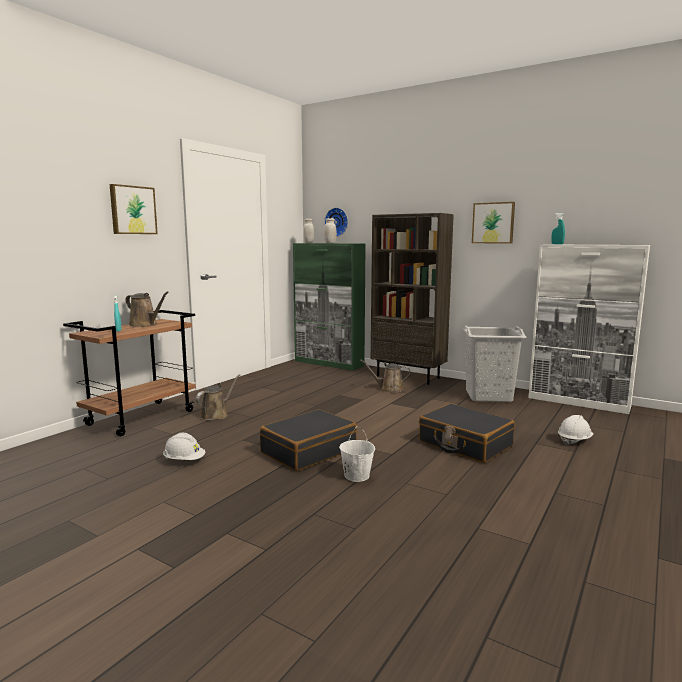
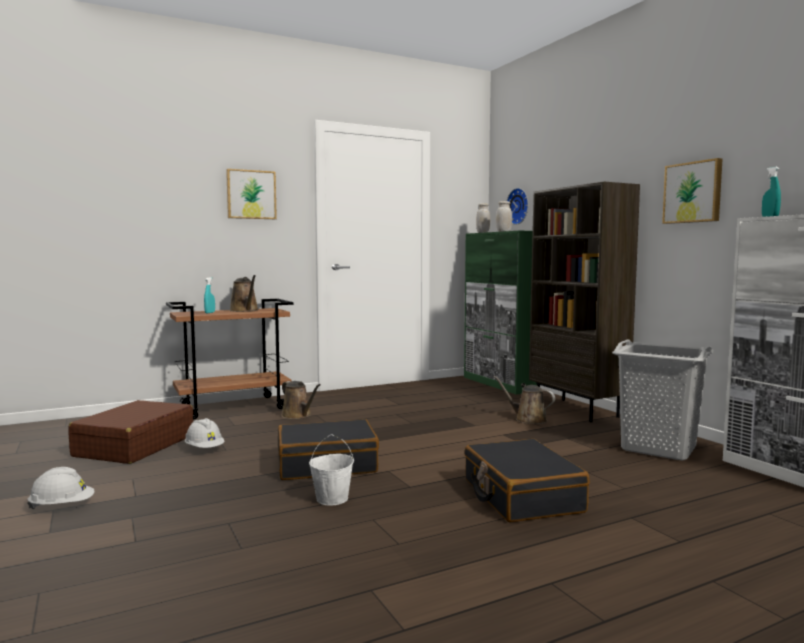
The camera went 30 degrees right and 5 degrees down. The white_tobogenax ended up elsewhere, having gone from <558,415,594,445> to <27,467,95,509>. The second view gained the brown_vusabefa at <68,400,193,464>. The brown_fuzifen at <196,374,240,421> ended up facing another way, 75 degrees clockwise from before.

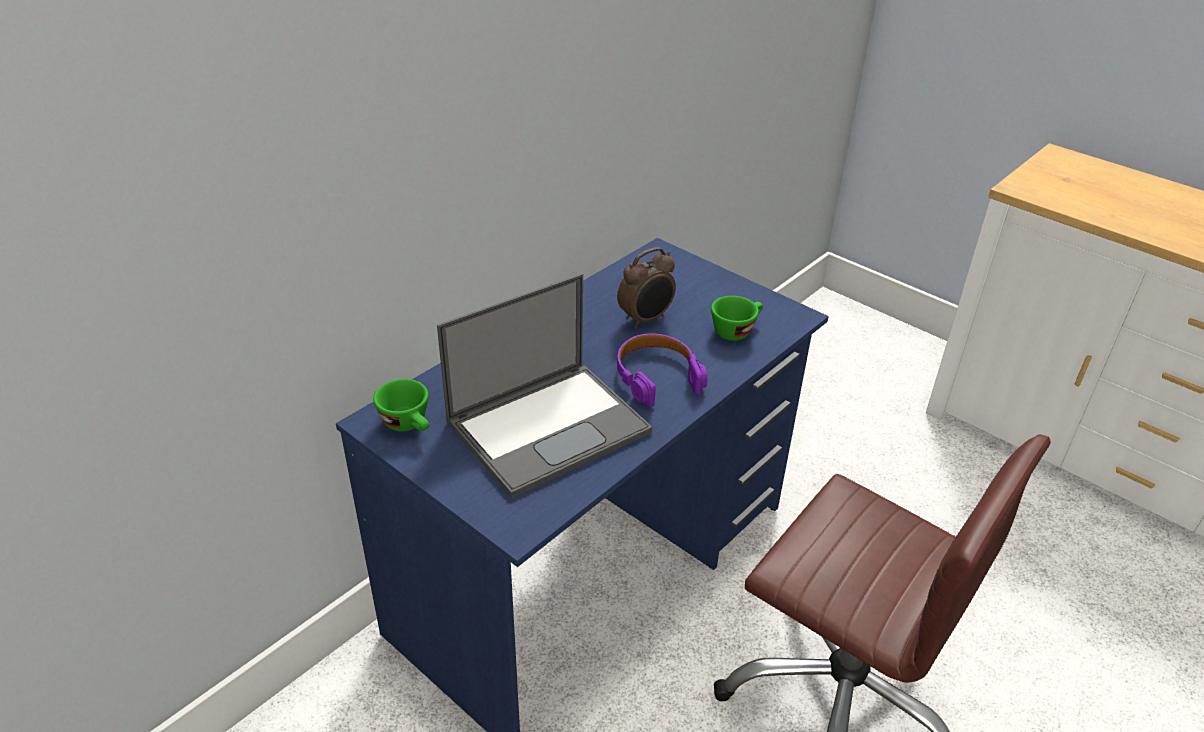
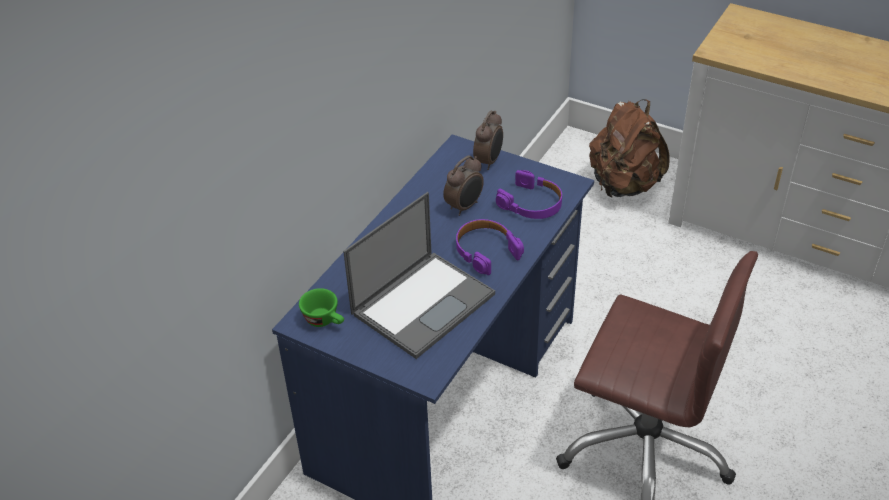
The camera went 10 degrees left and 5 degrees up. The second view gained the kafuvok at <473,111,503,170>. Where the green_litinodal stood at <711,296,763,341>, the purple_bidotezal came to stand at <496,170,562,219>. The second view gained the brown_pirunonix at <589,99,669,197>.

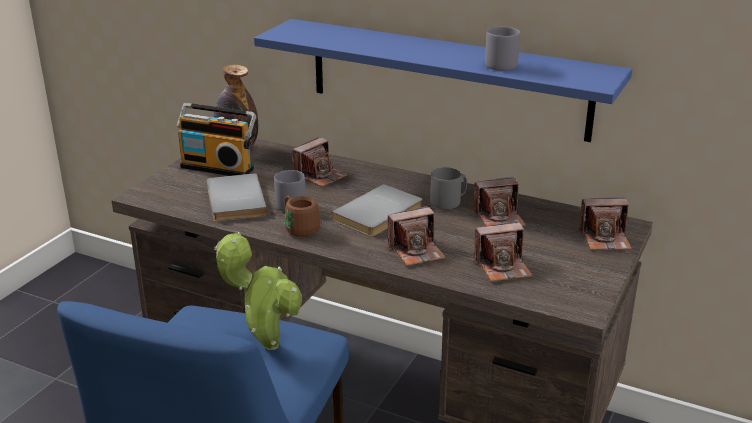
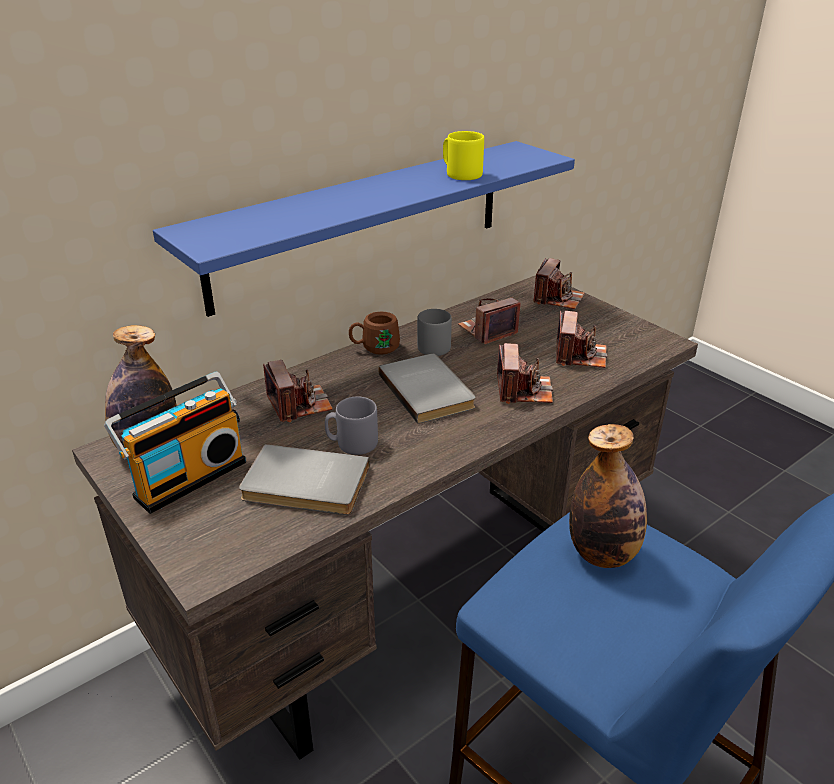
The camera went 65 degrees left and 5 degrees up. The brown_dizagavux ended up elsewhere, having gone from <285,195,320,237> to <349,312,400,355>. What was the grey_dizagavux at <485,27,520,71> turned into the yellow_dizagavux at <443,131,484,180>. The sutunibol at <473,177,526,226> ended up facing another way, 135 degrees counterclockwise from before. Where the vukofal stood at <214,232,302,350>, the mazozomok came to stand at <569,424,647,568>.

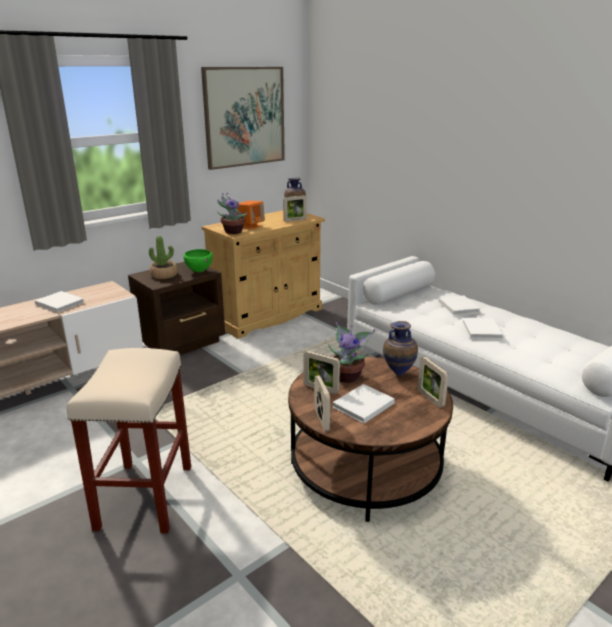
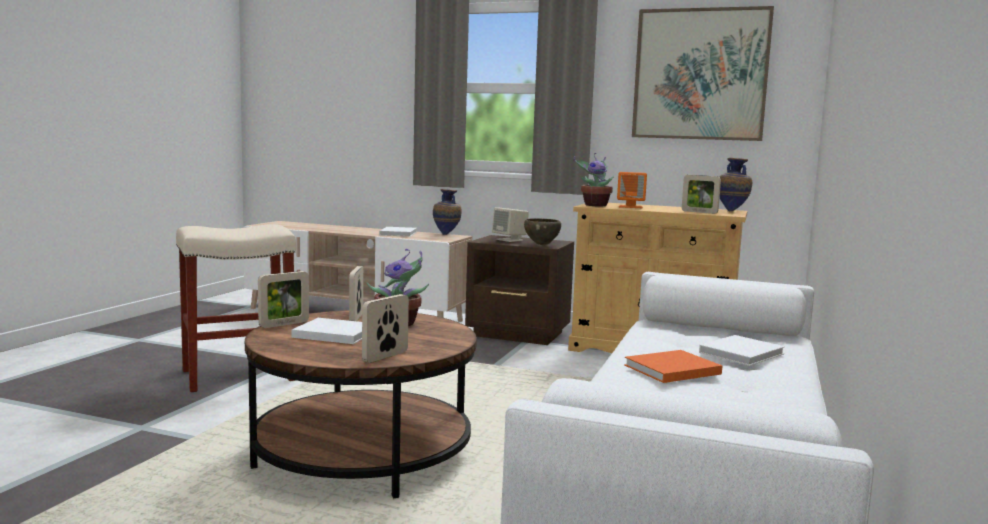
The camera went 60 degrees right and 15 degrees down. The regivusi ended up elsewhere, having gone from <383,321,418,376> to <433,189,462,235>. Where the vukofal stood at <149,236,178,279>, the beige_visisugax came to stand at <492,207,529,242>. What was the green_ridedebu at <183,249,213,272> turned into the brown_ridedebu at <524,218,561,245>. What was the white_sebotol at <462,318,503,339> turned into the orange_sebotol at <624,350,722,383>.

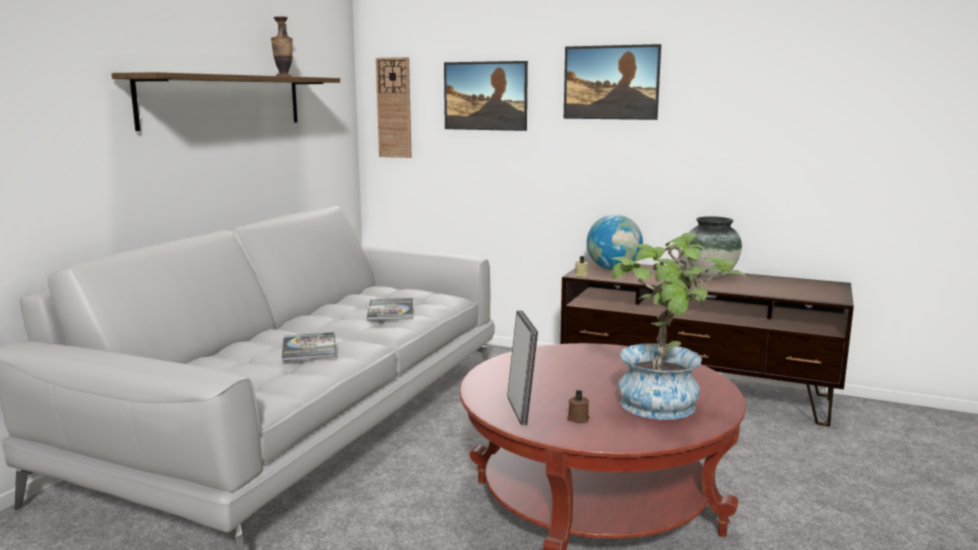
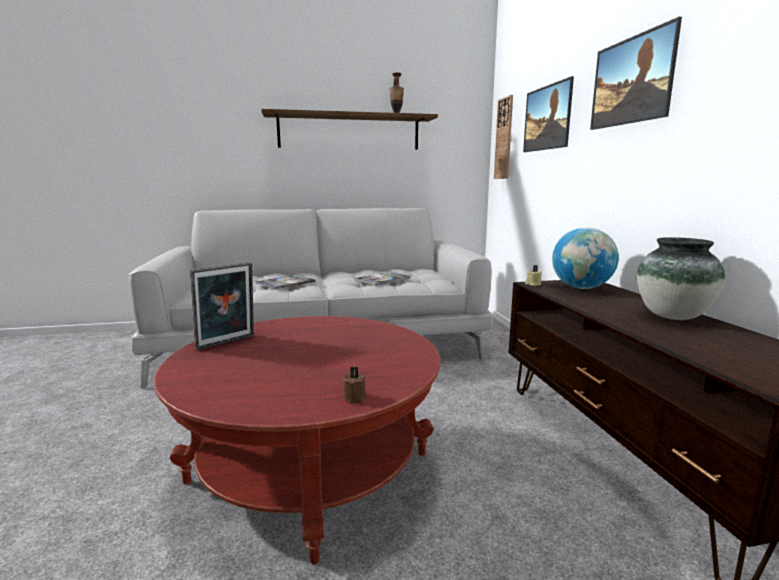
The camera went 55 degrees right and 0 degrees up. The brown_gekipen ended up elsewhere, having gone from <567,390,590,423> to <342,366,366,404>. The second view lost the vukofal at <610,233,748,420>.

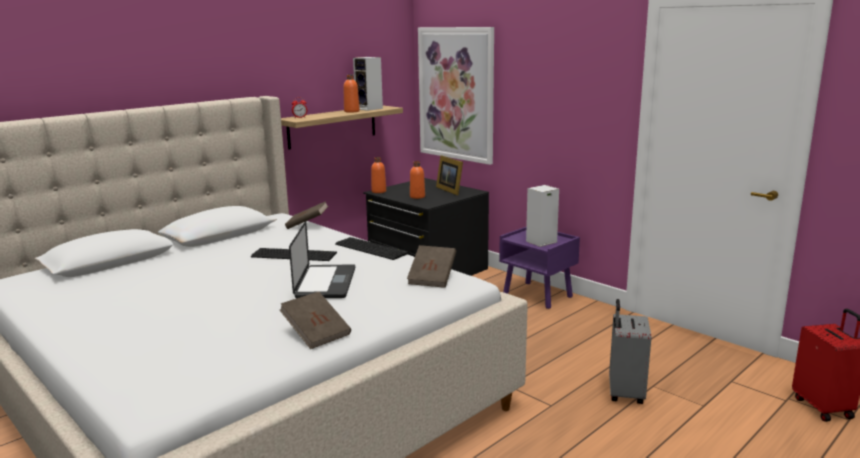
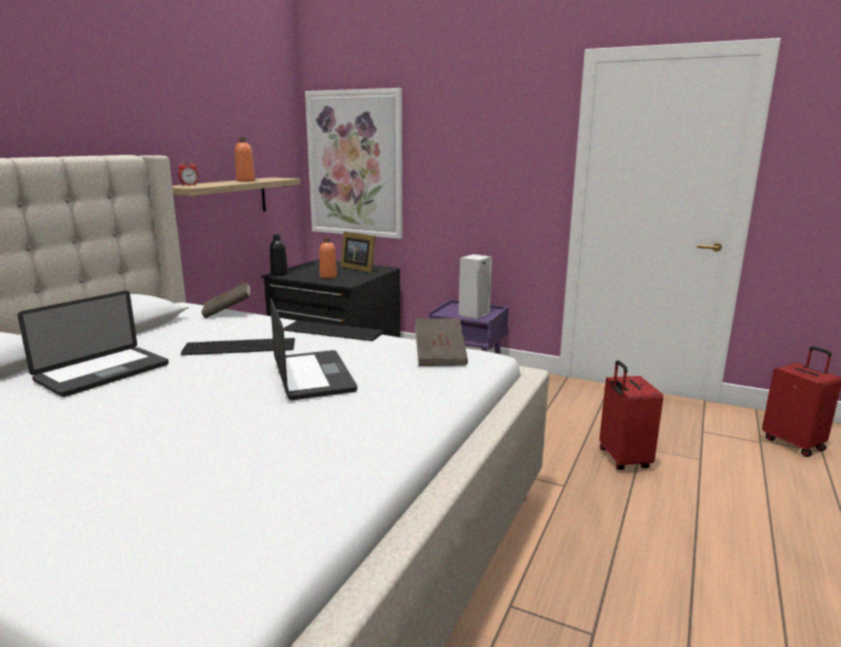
The camera went 20 degrees left and 0 degrees up. The second view gained the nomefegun at <18,291,169,397>. What was the orange_mazozomok at <371,157,386,193> turned into the black_mazozomok at <270,235,288,276>. What was the grey_vusabefa at <609,299,651,404> turned into the red_vusabefa at <599,360,663,470>. The second view lost the brown_sebotol at <280,292,351,349>. The second view lost the visisugax at <353,57,383,111>.

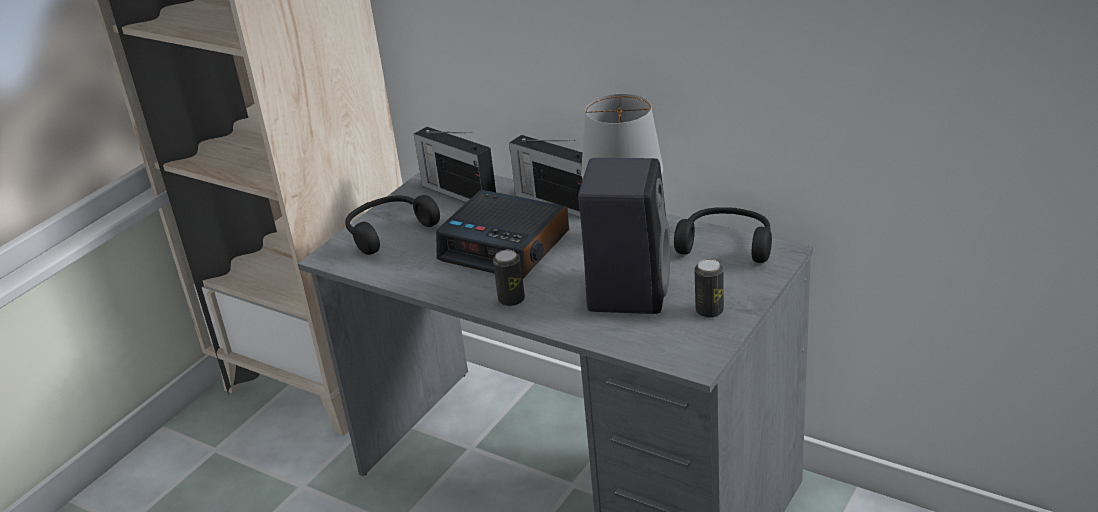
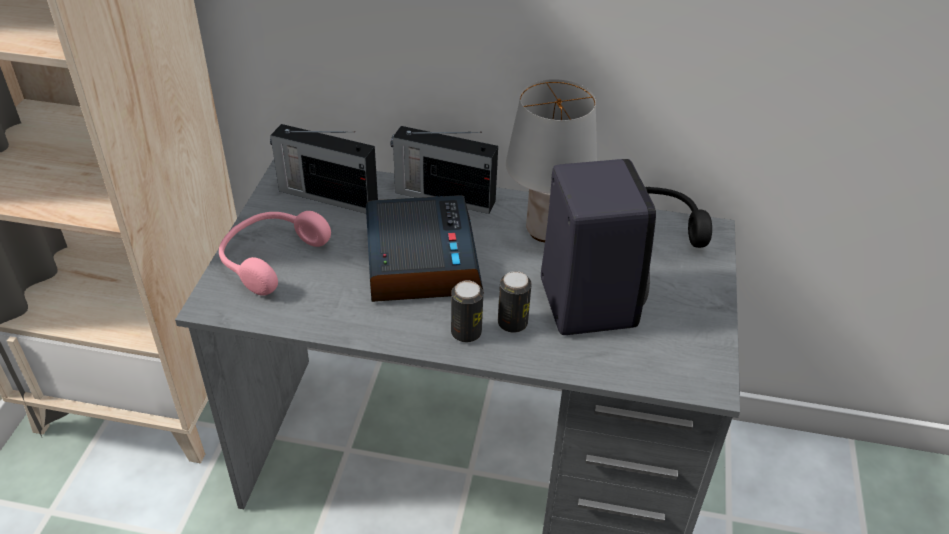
The camera went 25 degrees left and 10 degrees up. What was the black_bidotezal at <345,195,440,255> turned into the pink_bidotezal at <219,211,331,296>. The kafuvok at <436,190,569,279> ended up facing another way, 105 degrees counterclockwise from before. The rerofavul ended up elsewhere, having gone from <695,259,724,318> to <498,271,532,333>.

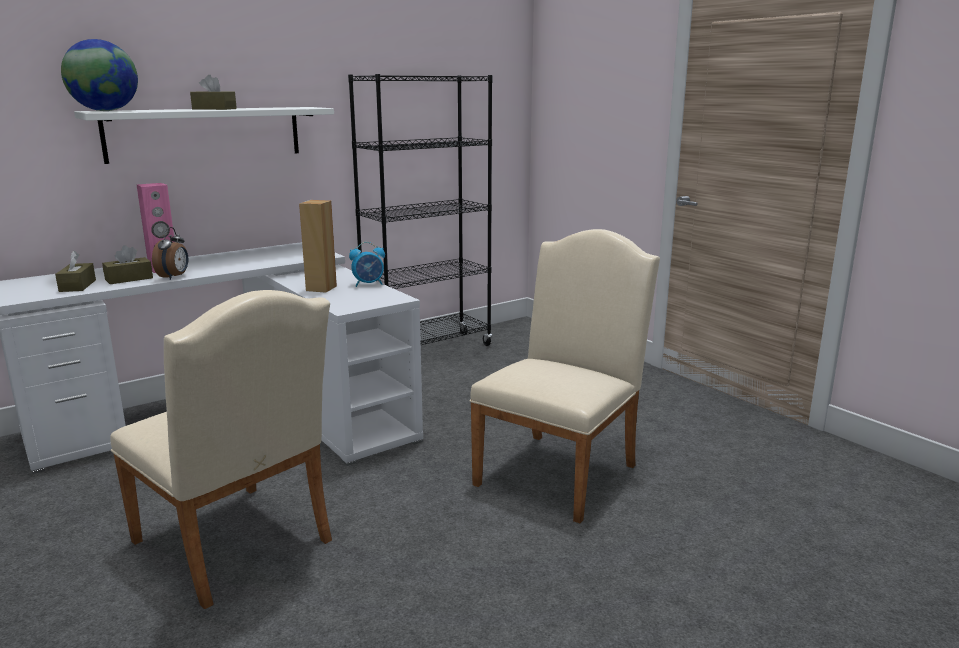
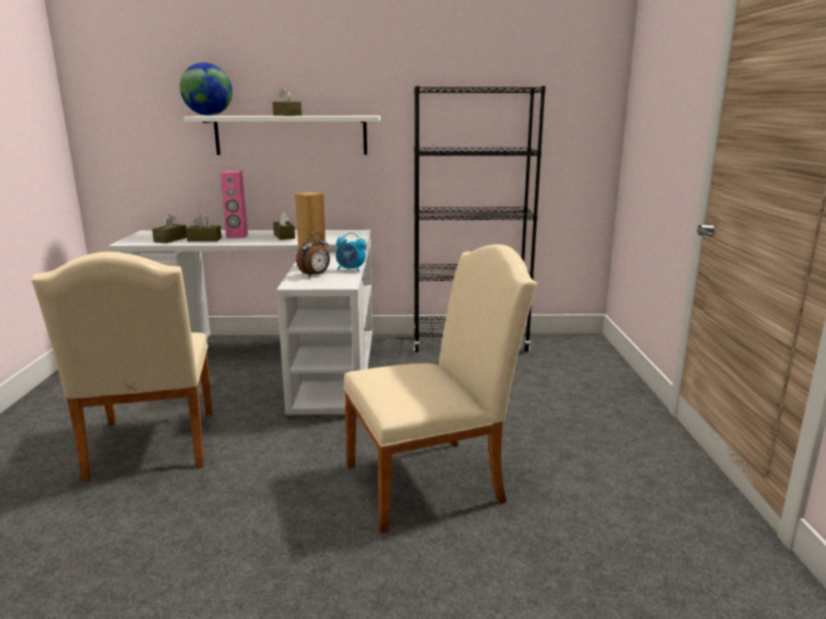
The camera went 35 degrees right and 0 degrees up. The second view gained the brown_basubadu at <273,212,295,240>. The kafuvok ended up elsewhere, having gone from <152,227,188,280> to <296,232,330,277>.

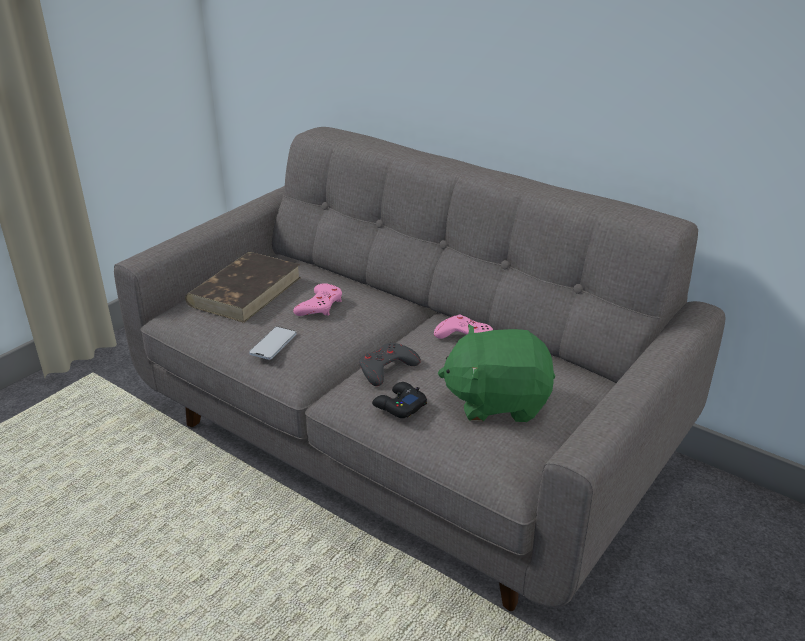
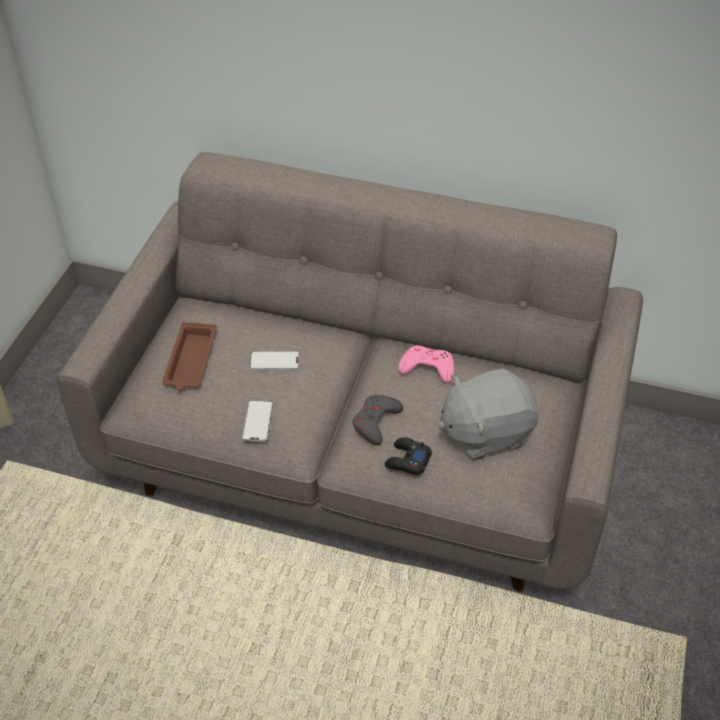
The camera went 20 degrees left and 15 degrees up. Where the brown_sebotol stood at <185,252,301,323>, the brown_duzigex came to stand at <162,322,217,391>. Where the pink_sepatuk stood at <293,283,342,316>, the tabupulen came to stand at <250,351,299,370>. What was the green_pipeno at <438,324,555,422> turned into the grey_pipeno at <438,369,539,460>.

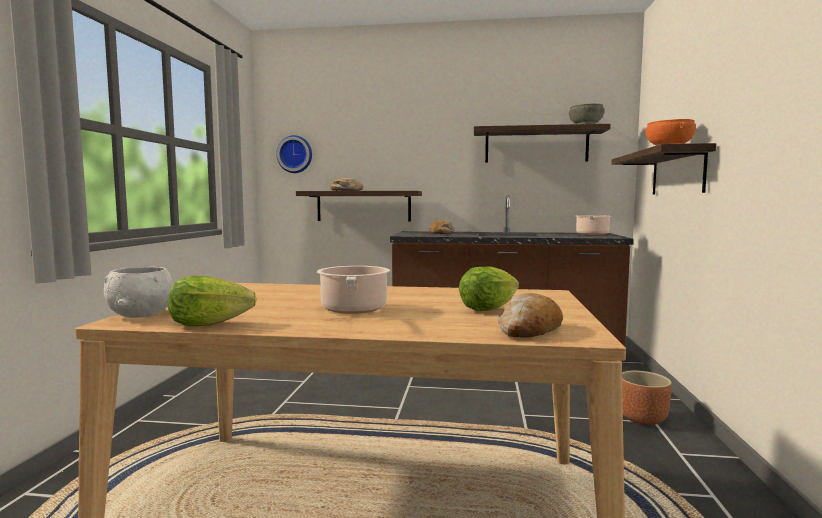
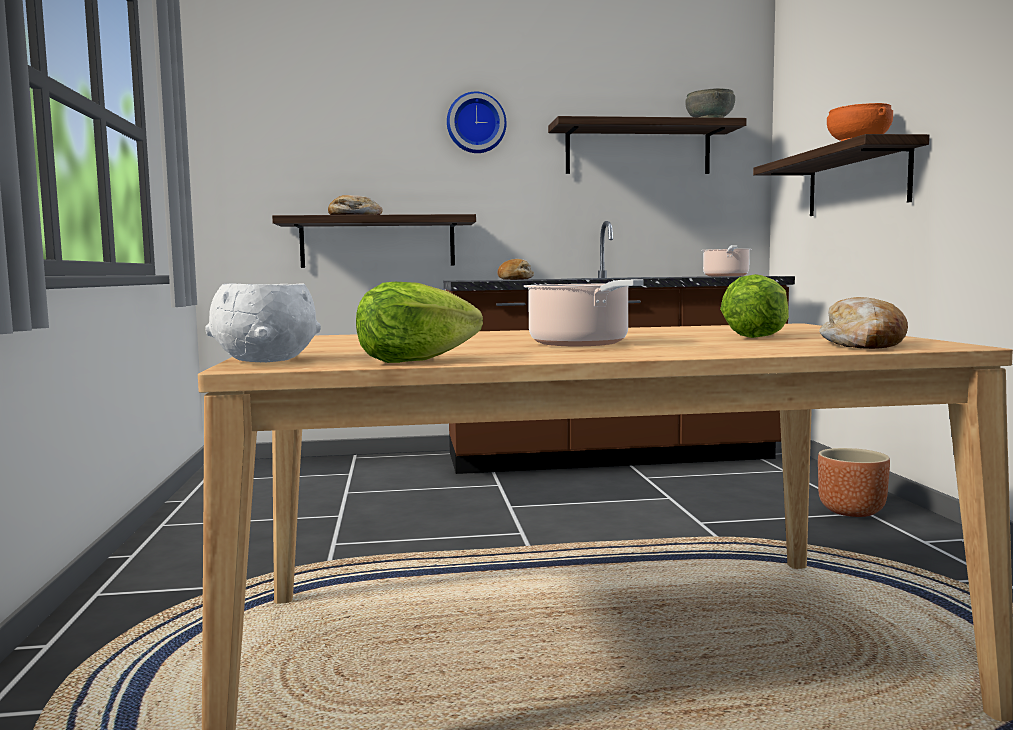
The camera went 15 degrees left and 0 degrees up. The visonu ended up elsewhere, having gone from <276,135,312,173> to <447,92,507,153>.

